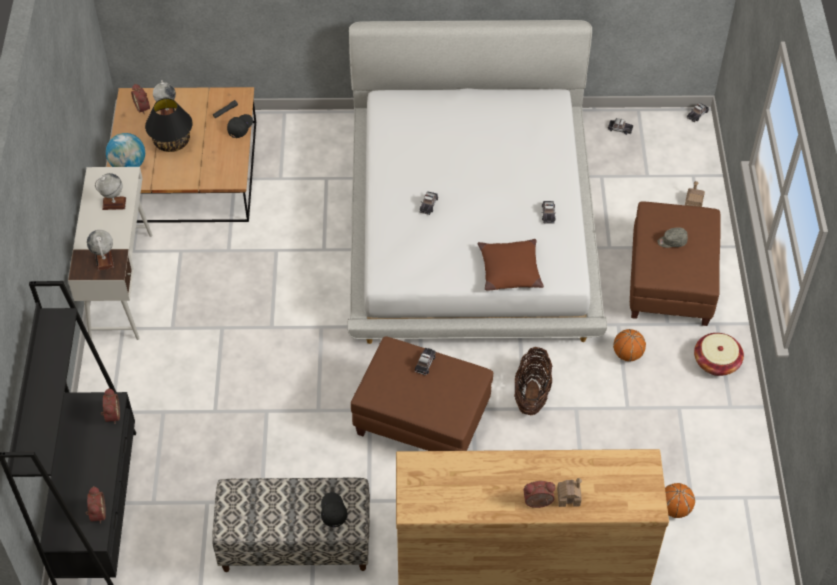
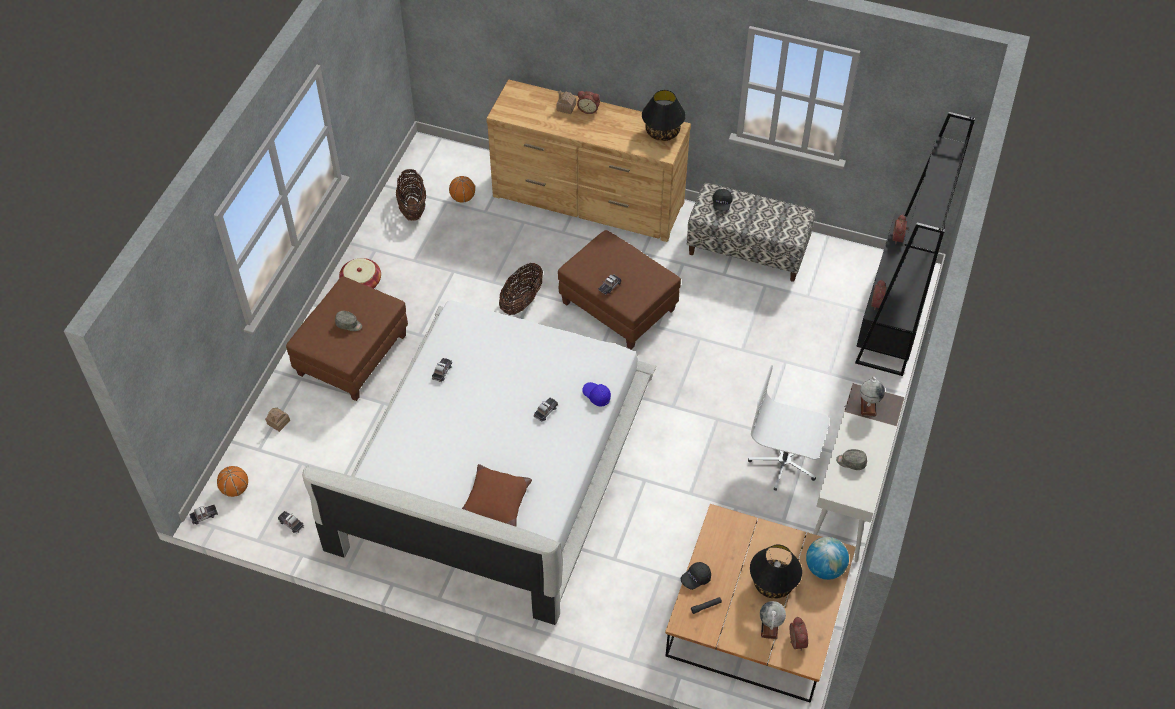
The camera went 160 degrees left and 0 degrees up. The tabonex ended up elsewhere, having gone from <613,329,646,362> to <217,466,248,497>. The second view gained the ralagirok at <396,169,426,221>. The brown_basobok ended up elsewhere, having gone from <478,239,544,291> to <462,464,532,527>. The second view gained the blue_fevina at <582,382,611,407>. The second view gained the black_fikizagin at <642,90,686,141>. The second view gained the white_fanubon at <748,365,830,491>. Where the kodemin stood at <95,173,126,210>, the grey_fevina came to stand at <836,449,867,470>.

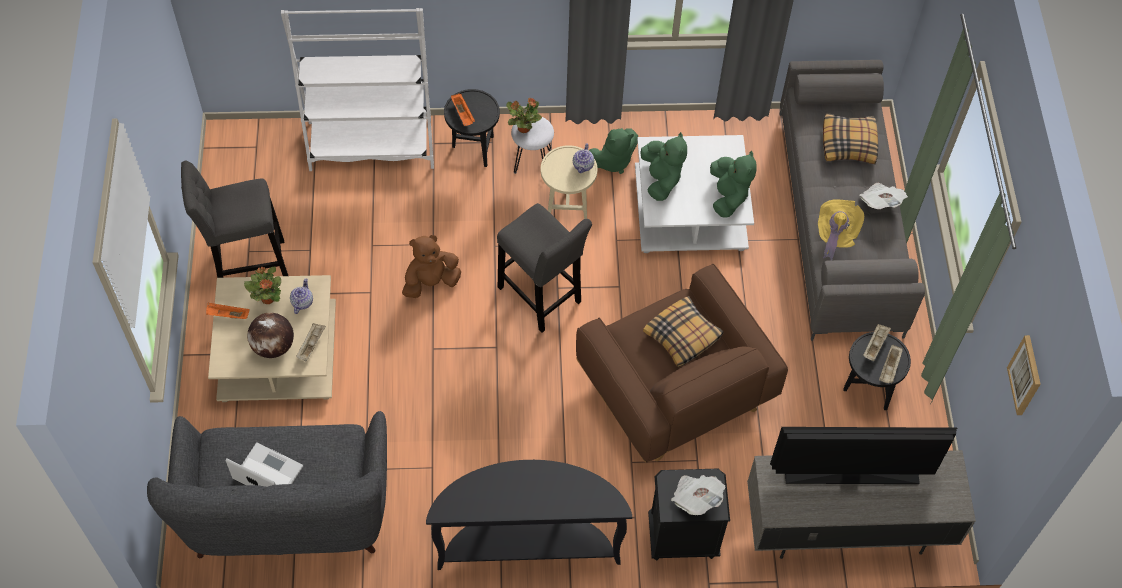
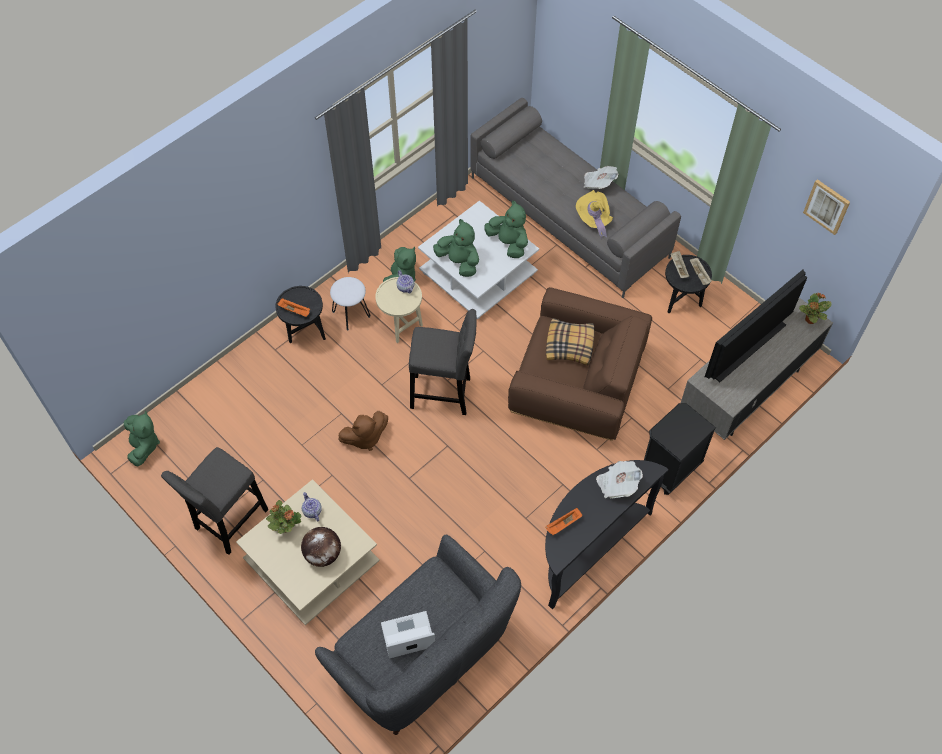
The camera went 40 degrees left and 0 degrees up. The second view gained the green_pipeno at <124,410,160,466>. The brown_pipeno at <402,235,461,298> ended up facing another way, 135 degrees counterclockwise from before. The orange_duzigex ended up elsewhere, having gone from <206,303,250,319> to <545,508,582,535>. The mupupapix ended up elsewhere, having gone from <671,475,726,515> to <596,461,643,498>. The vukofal ended up elsewhere, having gone from <506,97,542,133> to <799,293,832,324>. The second view lost the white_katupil at <281,8,434,171>. The second view lost the beige_duzigex at <296,323,326,361>. The second view lost the basobok at <823,113,878,164>.

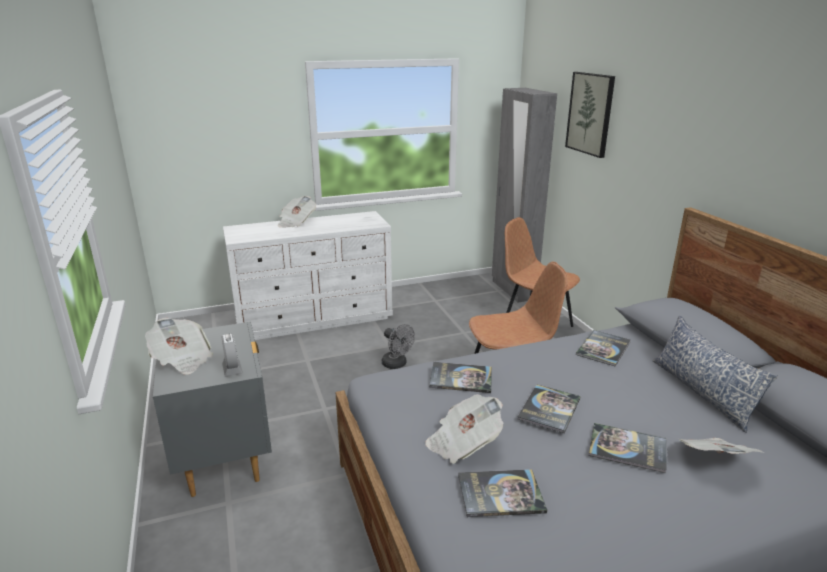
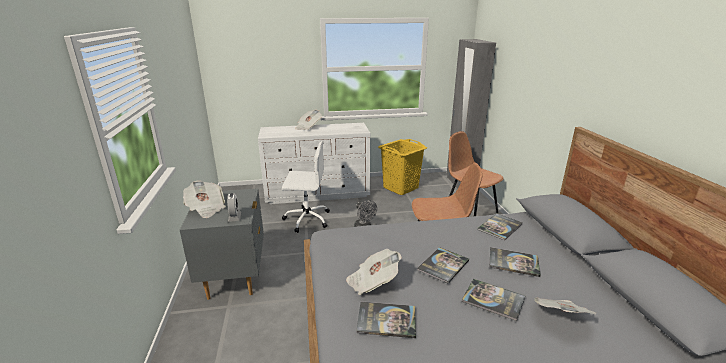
The camera went 10 degrees right and 0 degrees up. The second view gained the white_fanubon at <282,141,330,233>. The second view gained the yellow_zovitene at <378,139,427,195>. The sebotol ended up elsewhere, having gone from <429,362,492,393> to <490,247,541,277>. The second view lost the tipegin at <565,72,615,158>. The second view lost the basobok at <653,316,778,433>.

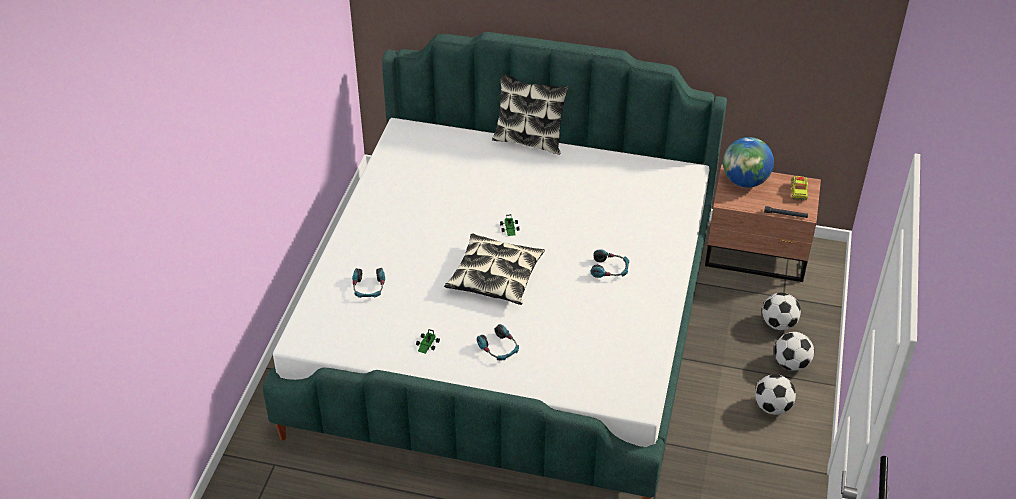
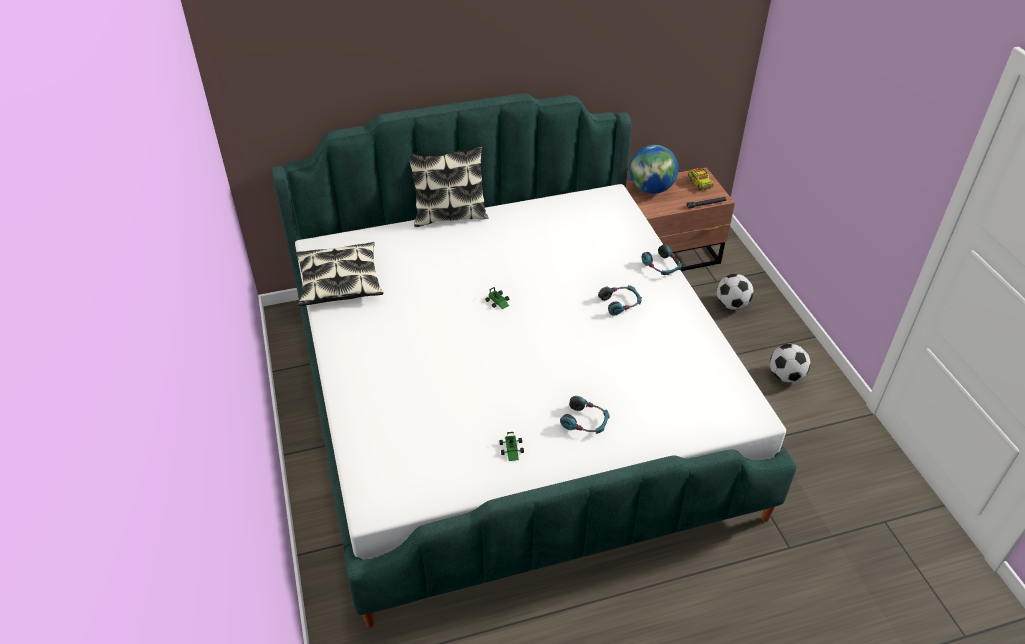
The camera went 30 degrees left and 0 degrees up. The basobok ended up elsewhere, having gone from <444,233,545,305> to <296,242,384,306>. The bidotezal ended up elsewhere, having gone from <352,268,385,298> to <642,244,682,275>. The second view lost the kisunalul at <774,332,814,371>.

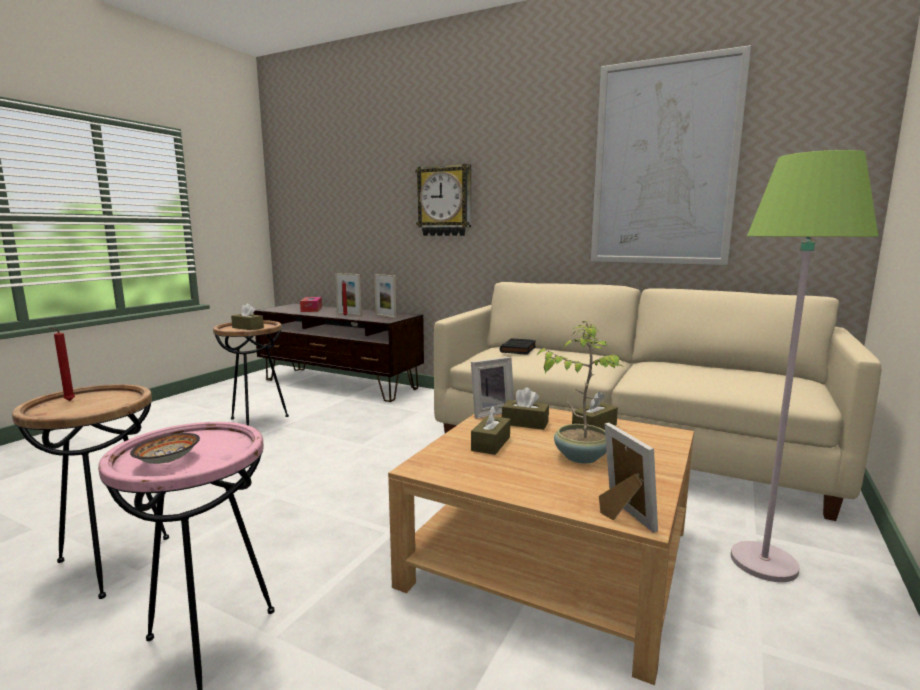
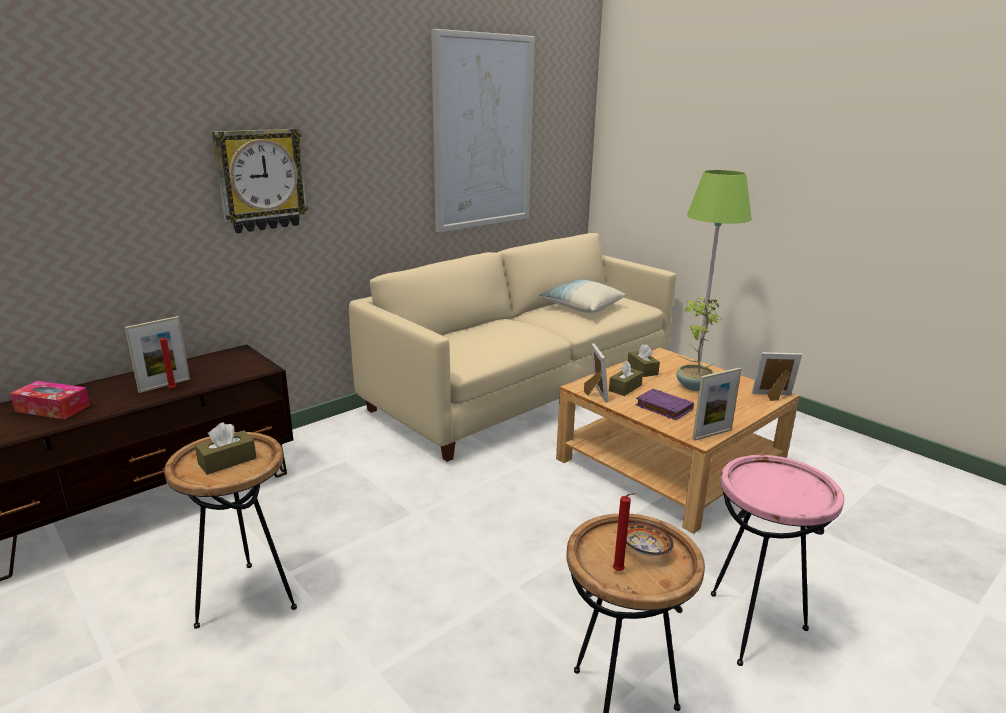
The camera went 70 degrees left and 10 degrees up. The second view gained the basobok at <539,279,626,313>. The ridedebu ended up elsewhere, having gone from <130,433,200,464> to <626,521,674,556>. Where the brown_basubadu stood at <471,405,510,455>, the purple_sebotol came to stand at <635,389,694,420>. The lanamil ended up elsewhere, having gone from <374,274,396,318> to <692,368,742,441>. The second view lost the black_sebotol at <500,338,536,355>.

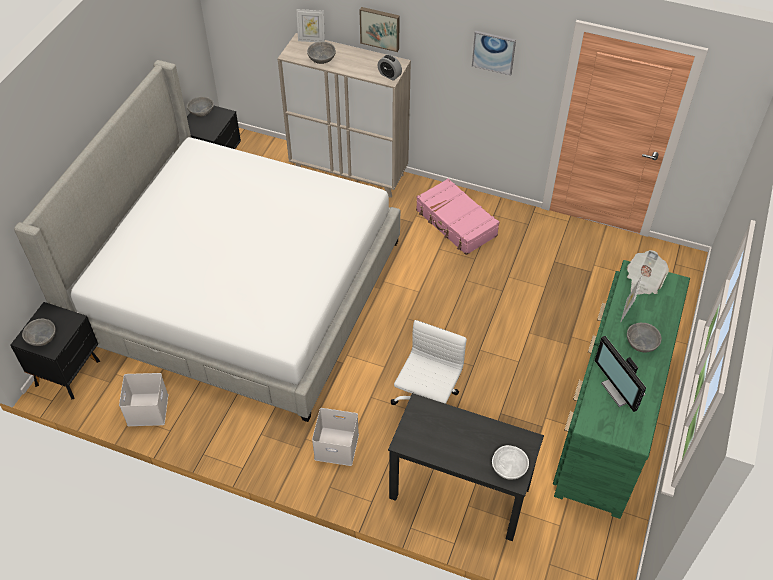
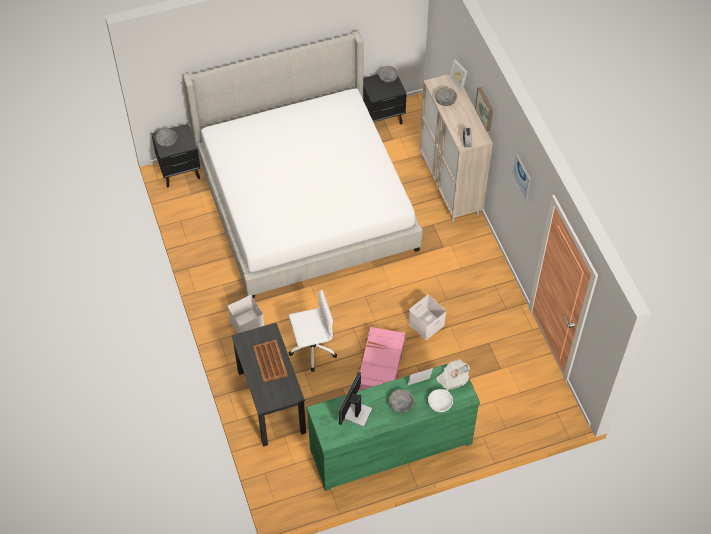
The camera went 50 degrees right and 5 degrees up. The second view gained the brown_duzigex at <253,340,288,383>. The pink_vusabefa ended up elsewhere, having gone from <416,178,500,255> to <359,327,405,391>. The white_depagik ended up elsewhere, having gone from <119,373,168,426> to <408,295,446,340>. The white_ridedebu ended up elsewhere, having gone from <492,445,529,479> to <428,389,453,412>.

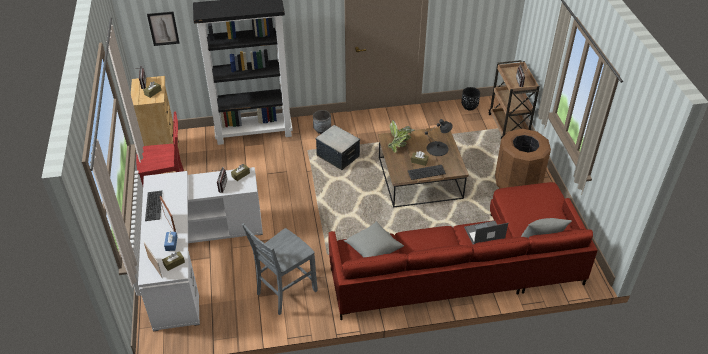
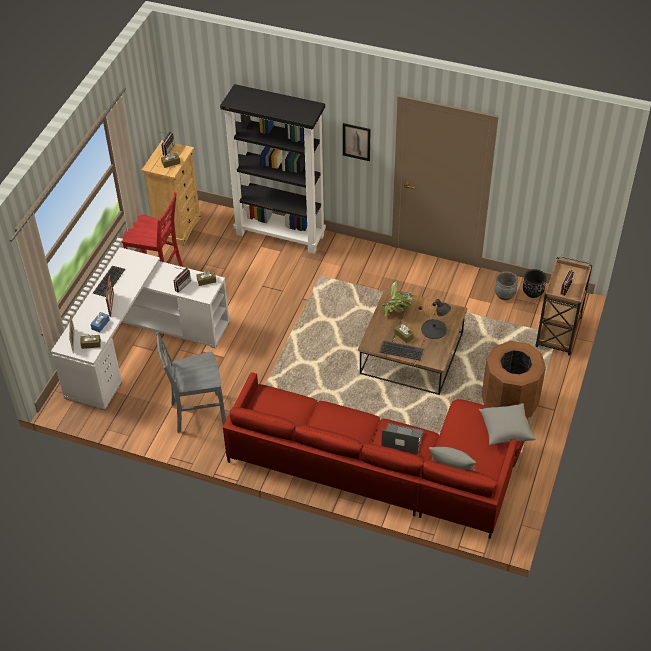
The camera went 30 degrees right and 5 degrees up. The tipegin ended up elsewhere, having gone from <147,12,180,46> to <343,123,371,161>. The grey_basobok ended up elsewhere, having gone from <344,221,404,258> to <479,403,536,445>. The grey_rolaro ended up elsewhere, having gone from <313,110,331,134> to <495,271,518,300>. The second view lost the depagik at <316,125,360,170>.

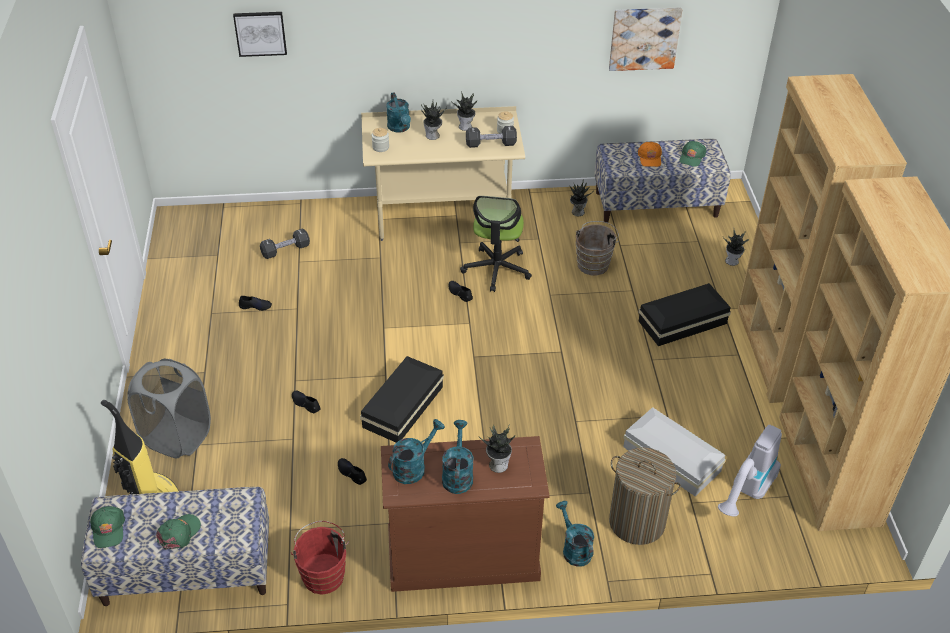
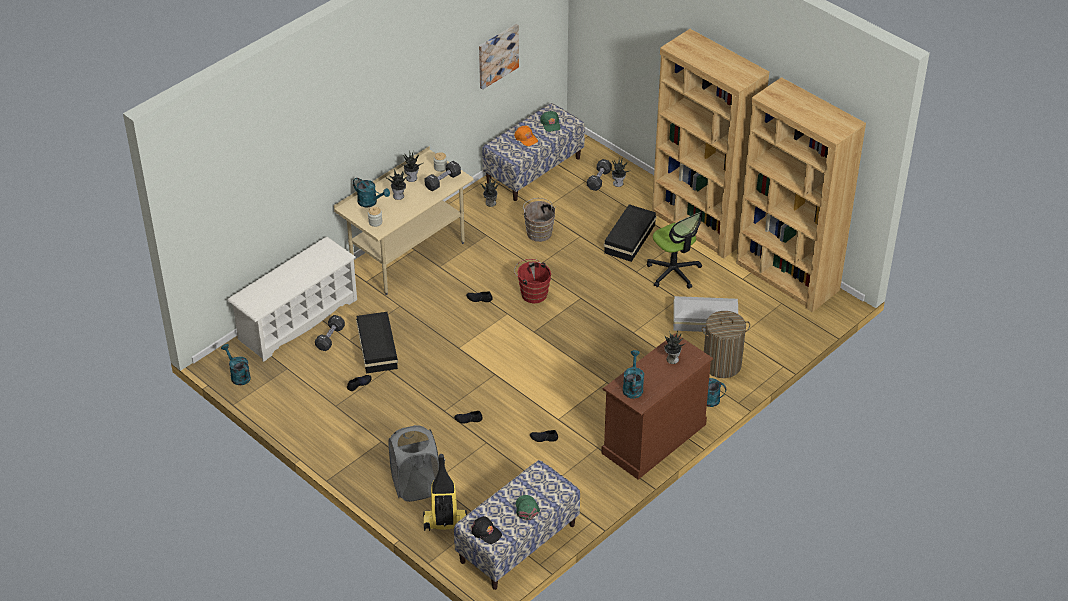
The camera went 40 degrees left and 0 degrees up. The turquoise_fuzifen ended up elsewhere, having gone from <442,420,474,494> to <221,344,251,385>. The second view gained the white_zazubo at <227,237,357,362>. The black_depagik ended up elsewhere, having gone from <360,356,444,442> to <356,312,398,373>. What was the green_fevina at <90,506,125,548> turned into the black_fevina at <471,516,502,544>. The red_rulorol ended up elsewhere, having gone from <291,521,349,595> to <514,259,551,303>. The second view gained the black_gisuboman at <587,159,612,191>. The fanubon ended up elsewhere, having gone from <460,196,532,292> to <647,212,702,289>. The second view lost the tipegin at <233,12,287,57>. The second view lost the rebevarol at <718,425,782,516>.

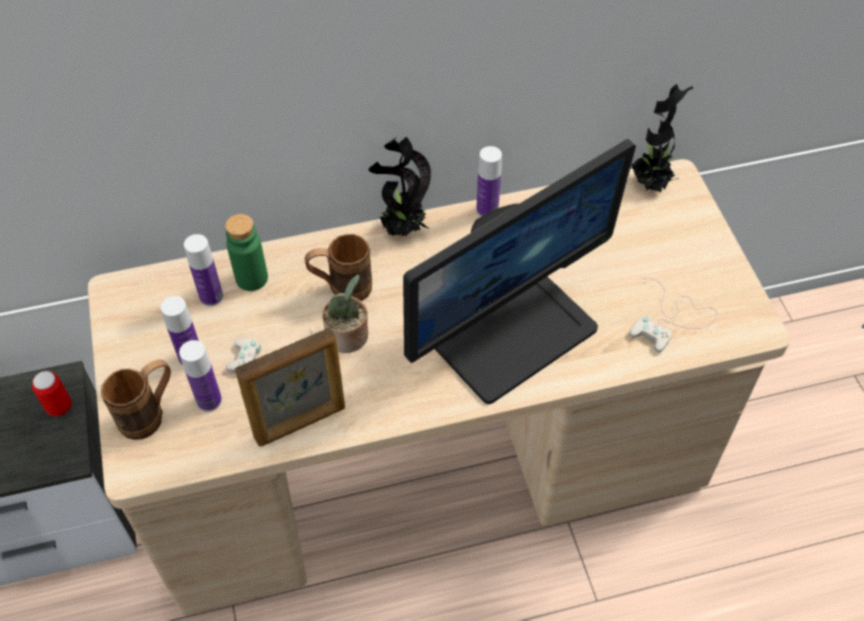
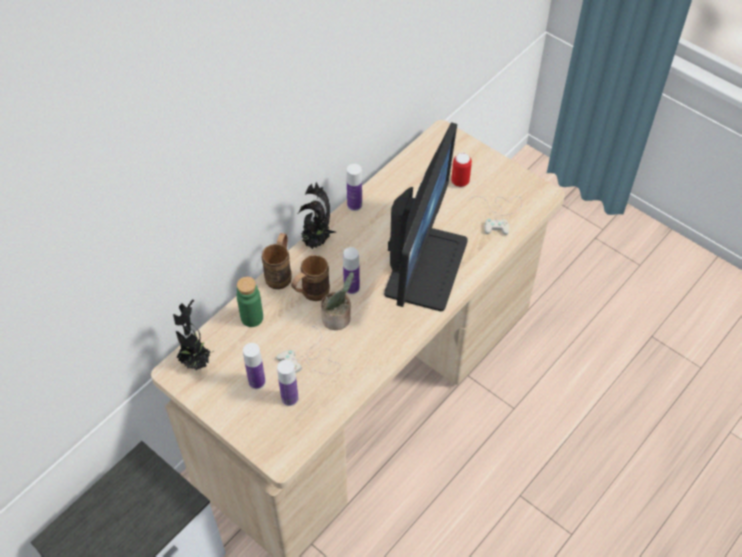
The camera went 35 degrees left and 0 degrees up. The vukofal ended up elsewhere, having gone from <632,84,693,192> to <173,300,214,371>. The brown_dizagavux ended up elsewhere, having gone from <101,360,171,440> to <262,233,292,289>. The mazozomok ended up elsewhere, having gone from <184,234,223,306> to <343,247,360,294>. The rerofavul ended up elsewhere, having gone from <32,371,72,416> to <451,153,472,187>. The second view lost the lanamil at <235,327,345,447>.

